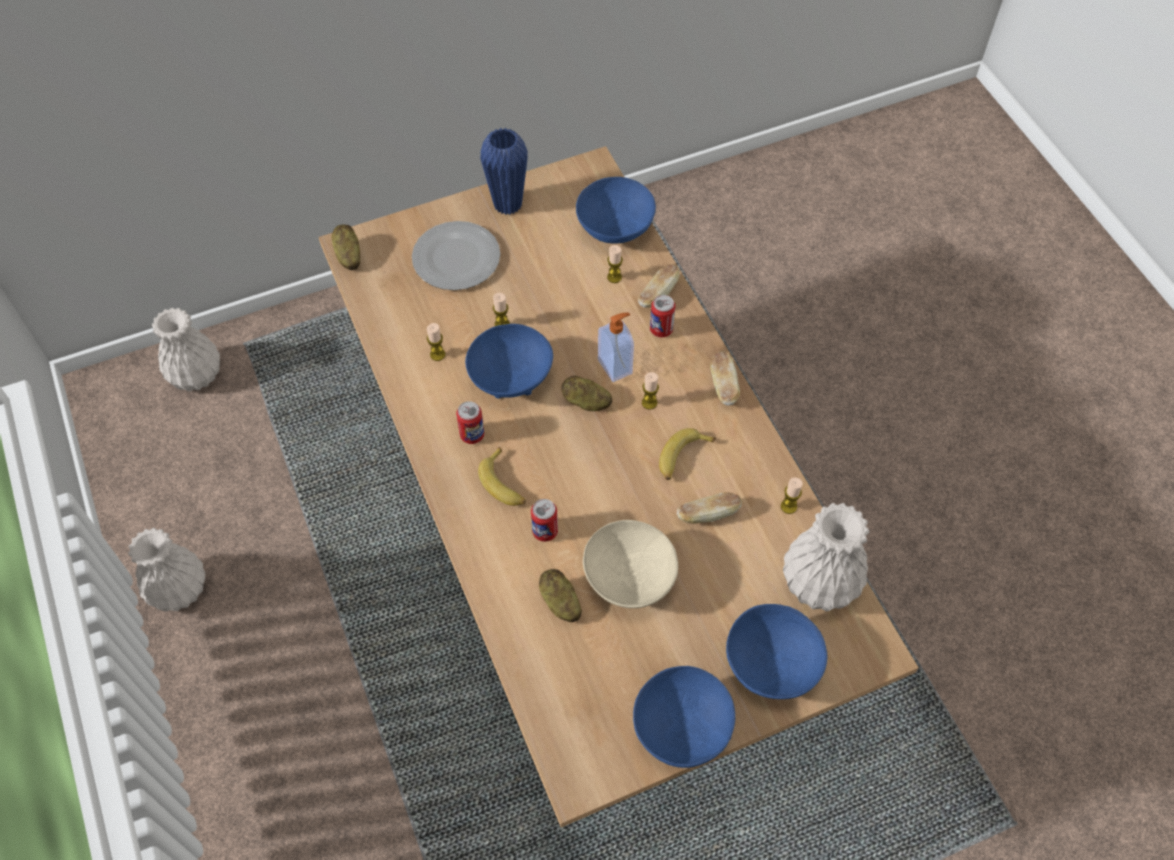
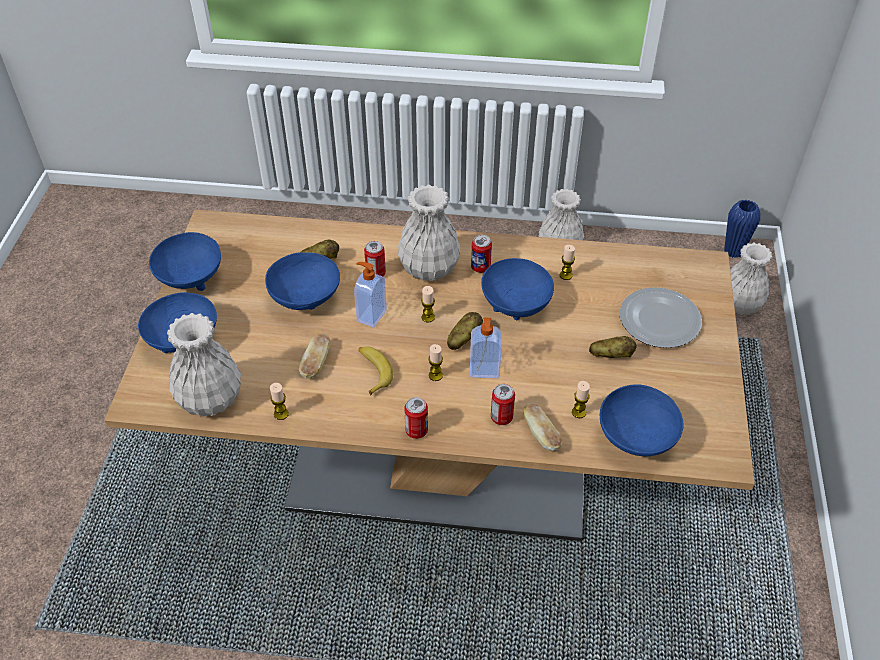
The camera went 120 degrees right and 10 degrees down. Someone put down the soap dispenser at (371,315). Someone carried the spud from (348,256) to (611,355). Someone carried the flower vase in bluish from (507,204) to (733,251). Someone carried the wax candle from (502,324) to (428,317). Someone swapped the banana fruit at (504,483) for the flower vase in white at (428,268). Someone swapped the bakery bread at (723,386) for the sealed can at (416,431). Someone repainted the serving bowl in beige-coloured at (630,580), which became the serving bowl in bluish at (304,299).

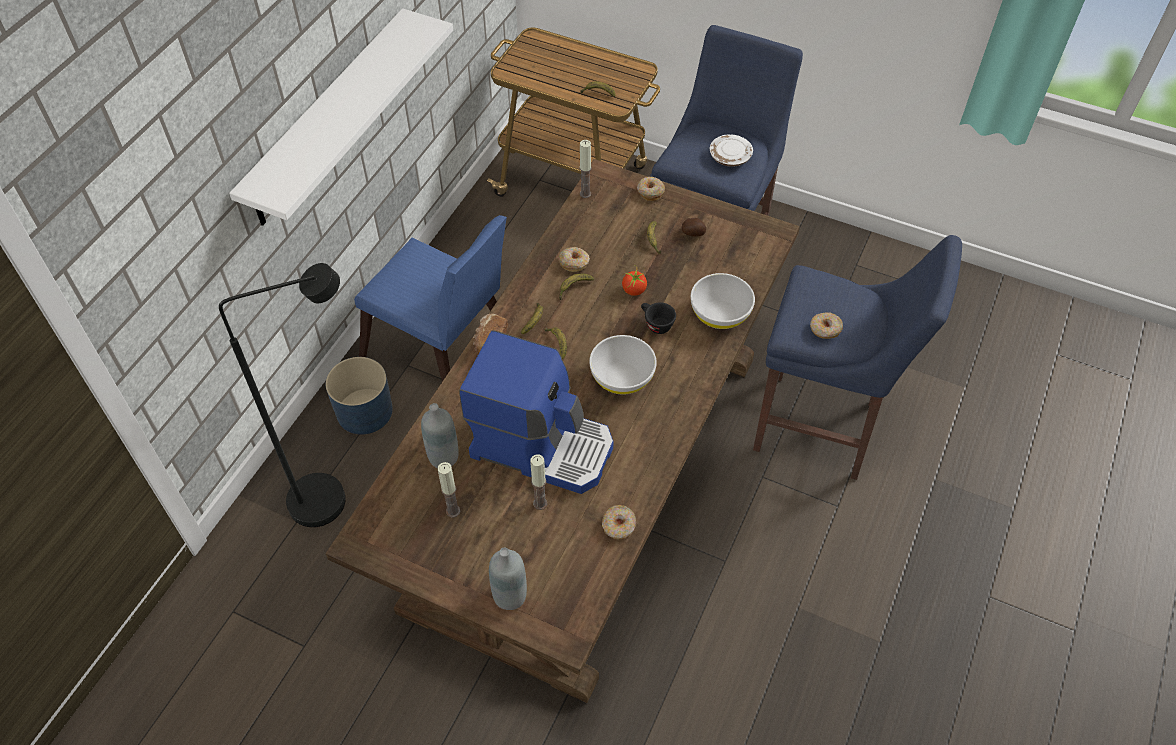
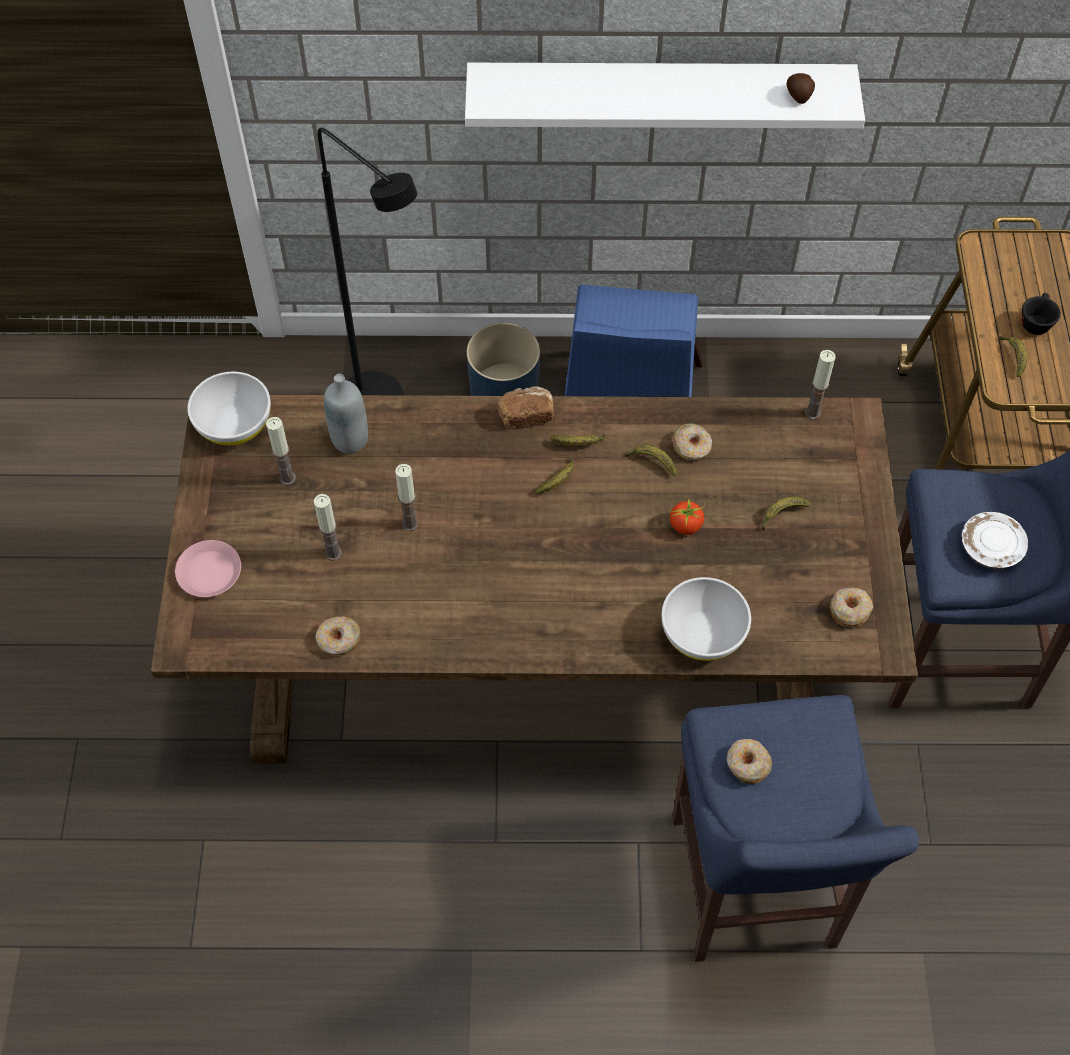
The camera went 65 degrees right and 5 degrees up. Someone carried the serving bowl in white from (621,377) to (234,424). Someone carried the donut from (650,192) to (849,610). Someone carried the drinking cup in blackish from (655,324) to (1035,321). Someone carried the spud from (693,233) to (799,96). Someone swapped the coffee maker at (542,445) for the wax candle at (410,524). Someone swapped the beverage bottle in greyish at (510,596) for the dinner plate in pink-coloured at (209,572).

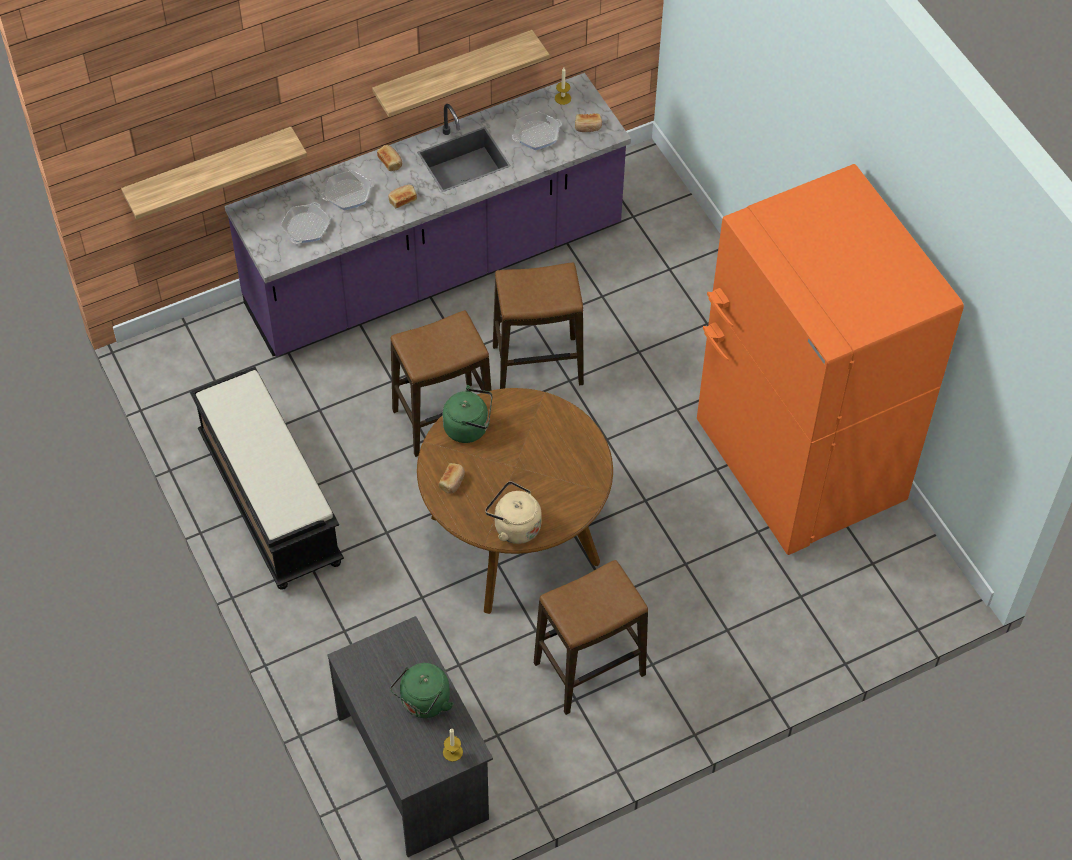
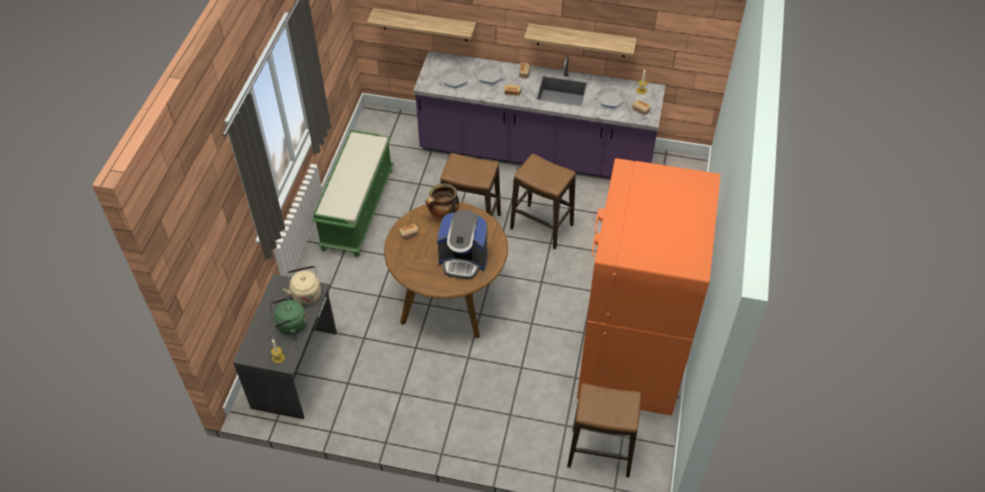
The camera went 40 degrees right and 5 degrees down. Someone put down the coffee maker at (463,260). Someone carried the tea kettle in beige-coloured from (514,526) to (306,293). Someone carried the stool from (589,669) to (600,452). Someone swapped the tea kettle in green at (469,427) for the saucepot at (443,215). Someone repainted the bench in blackish at (268,499), which became the bench in green at (357,208).

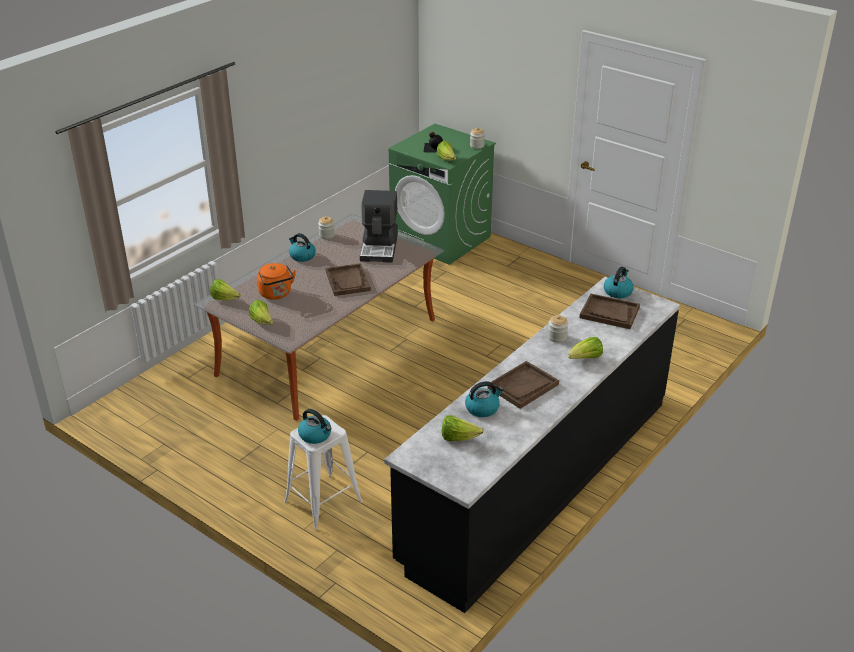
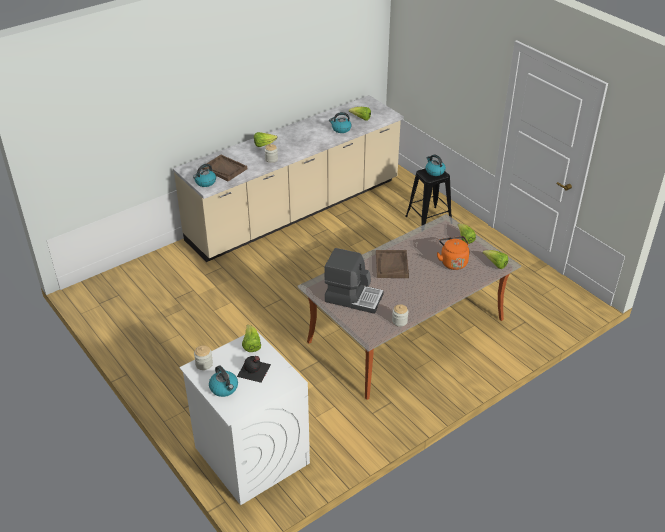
The camera went 165 degrees left and 5 degrees up. Someone took away the serving tray in brown at (523,386). Someone carried the tea kettle from (302,256) to (224,388). Someone repainted the stool in white at (323,502), which became the stool in blackish at (428,220). Someone repainted the kitchen base unit in blackish at (538,479), which became the kitchen base unit in beige-coloured at (295,211). Someone repainted the laundry machine in green at (441,239), which became the laundry machine in white at (251,455). Someone rotated the coffee maker at (380,247) by 90 degrees clockwise.

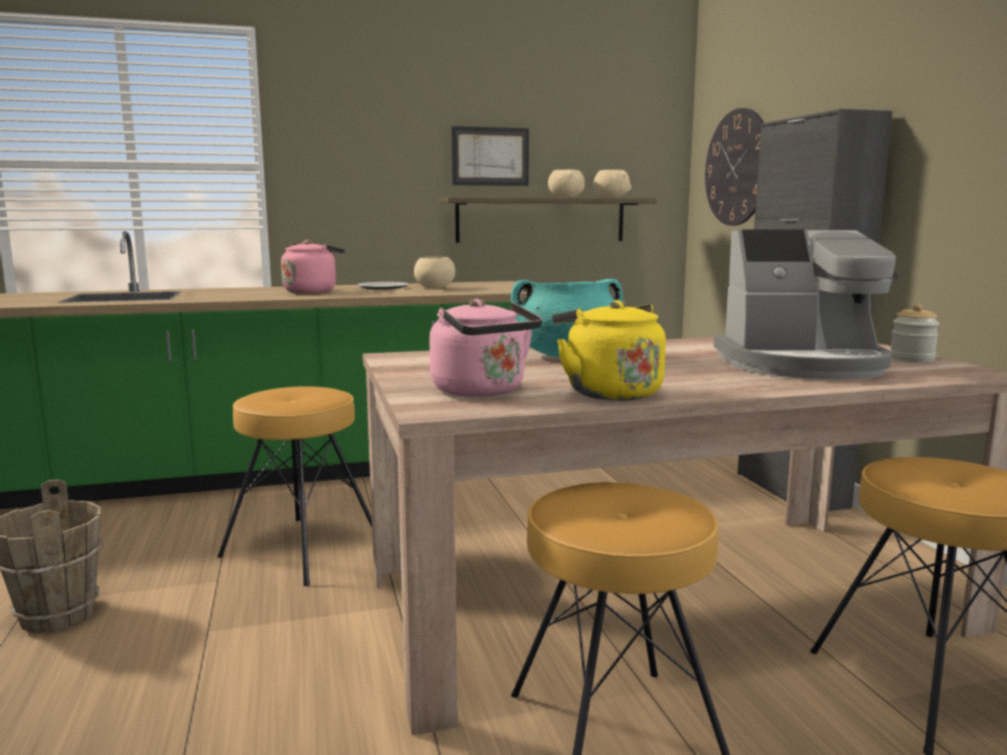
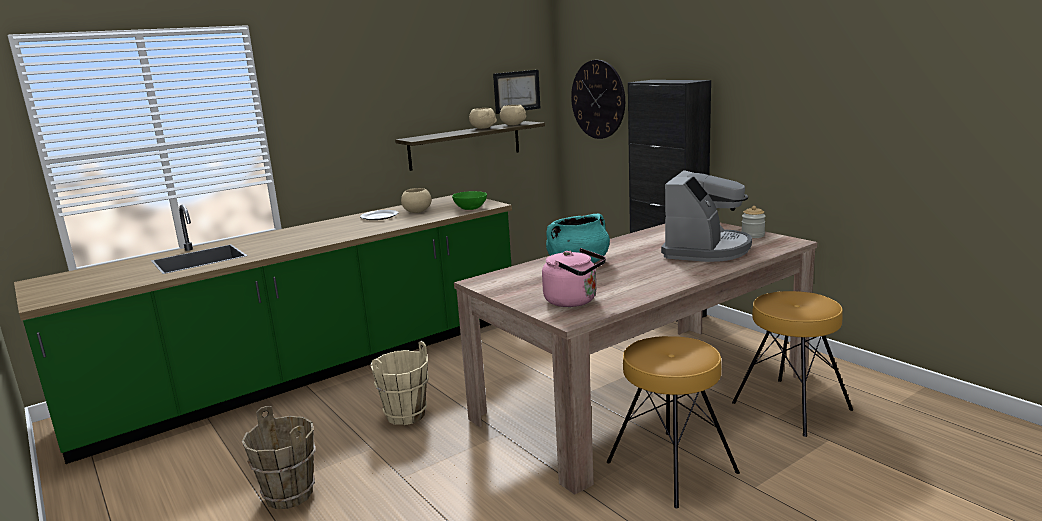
The camera went 20 degrees left and 5 degrees up. Someone took away the tea kettle in pink-coloured at (312,291). Someone took away the tea kettle in yellow at (608,392). Someone put down the serving bowl in green at (470,208). Someone carried the wall art from (490,156) to (516,91). Someone swapped the stool in brown at (302,549) for the pail in beige-coloured at (405,415). Someone rotated the coffee maker at (802,364) by 45 degrees counterclockwise.

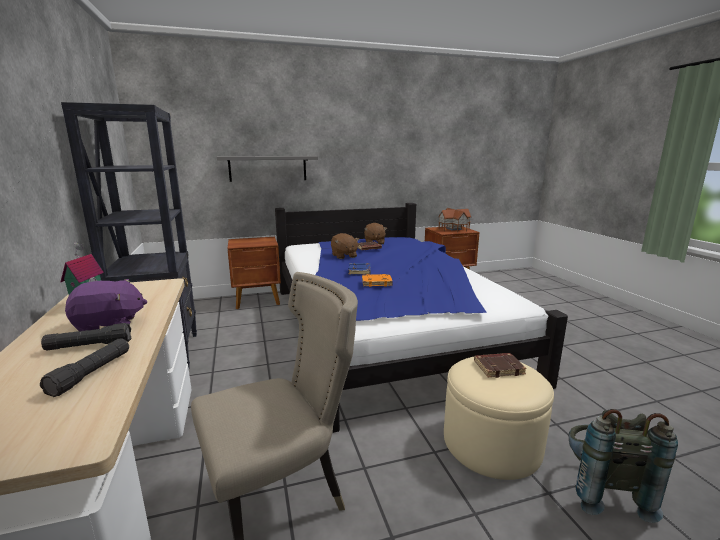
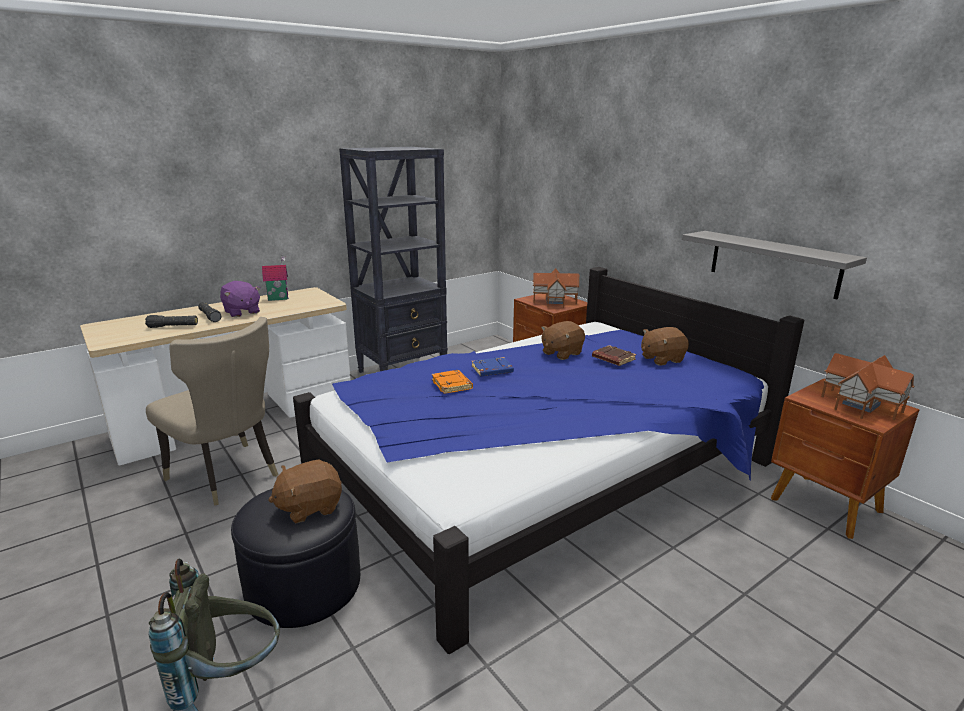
The camera went 70 degrees right and 5 degrees up. Someone put down the miniature house at (555,301). Someone carried the wall shelf in greyish from (268,168) to (773,263). Someone swapped the book in brown at (499,367) for the soft toy in brown at (309,507). Someone repainted the ottoman in beige-coloured at (491,443), which became the ottoman in blackish at (304,585).

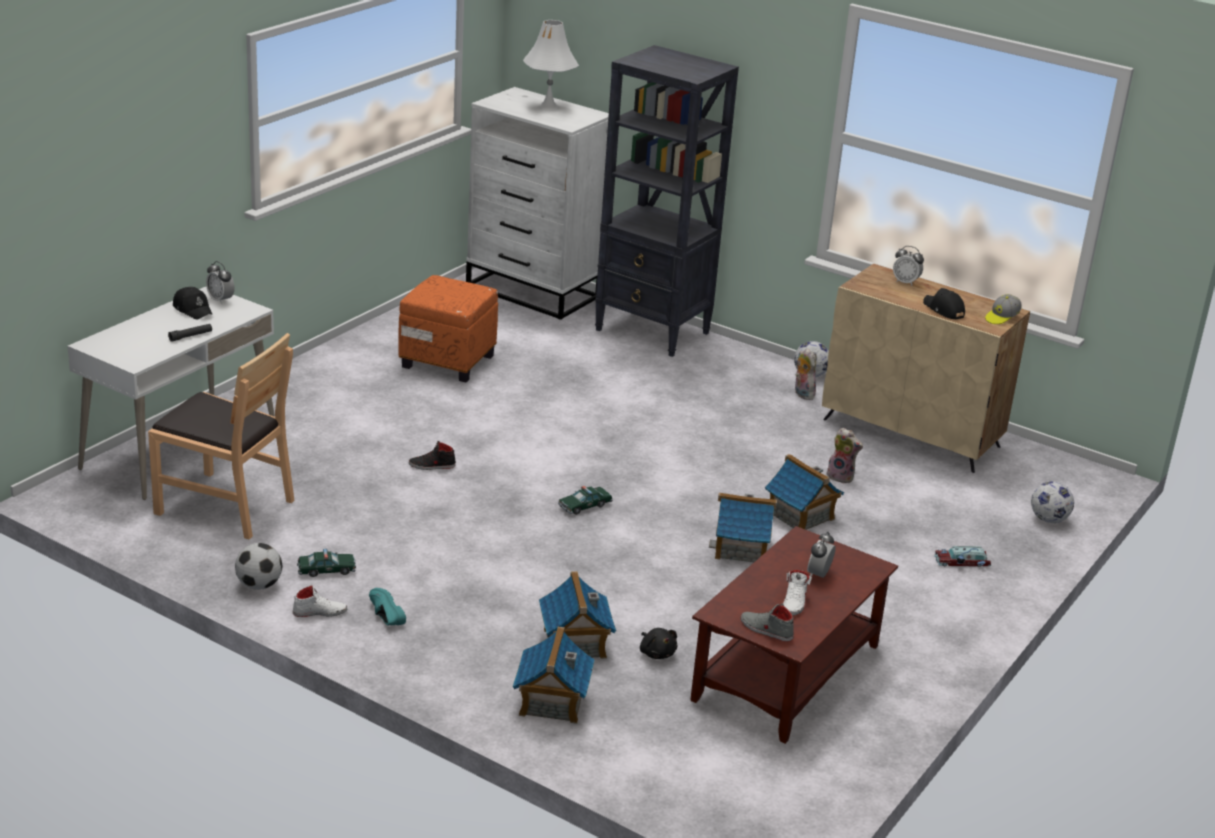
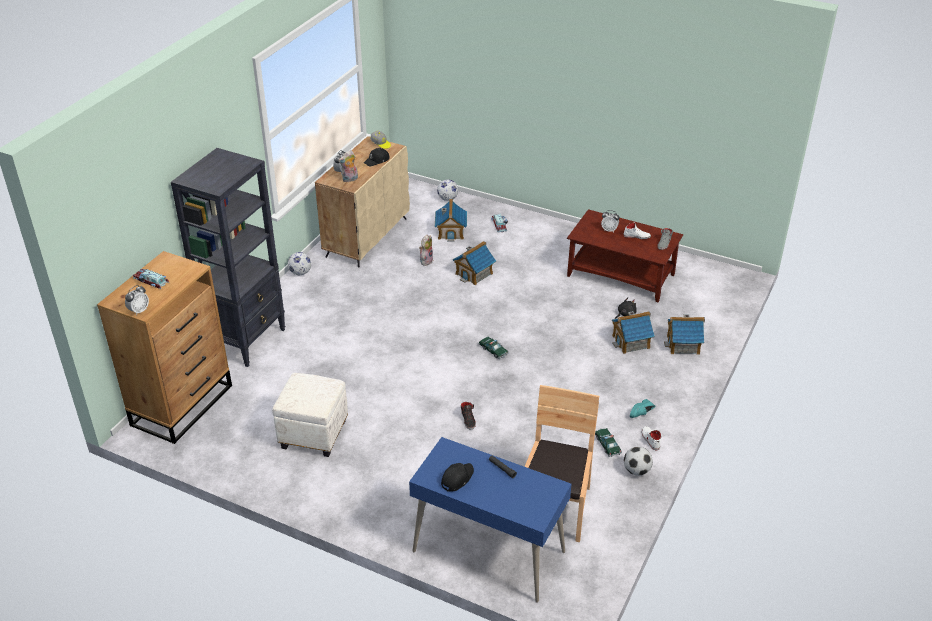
The camera went 95 degrees left and 10 degrees up. Someone carried the bedside clock from (220,300) to (139,311). Someone carried the miniature house from (742,548) to (451,232). Someone carried the soft toy from (802,394) to (350,179). Someone swapped the lamp for a table in white at (548,107) for the model car at (151,281). Someone repainted the desk in white at (179,449), which became the desk in bluish at (488,552). Someone repainted the ottoman in orange-coloured at (446,361), which became the ottoman in white at (314,435). Someone repainted the dresser in white at (533,292), which became the dresser in brown at (183,405).

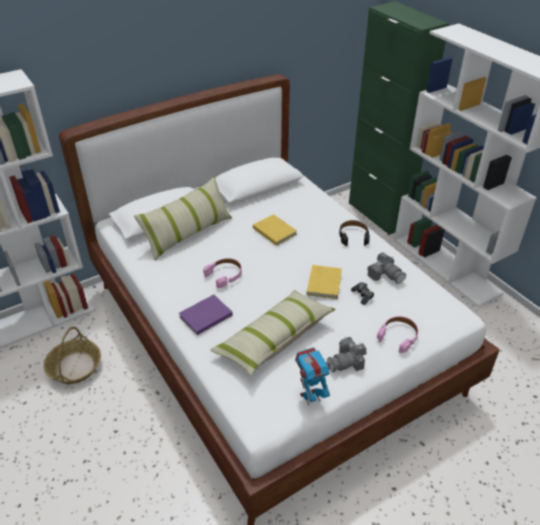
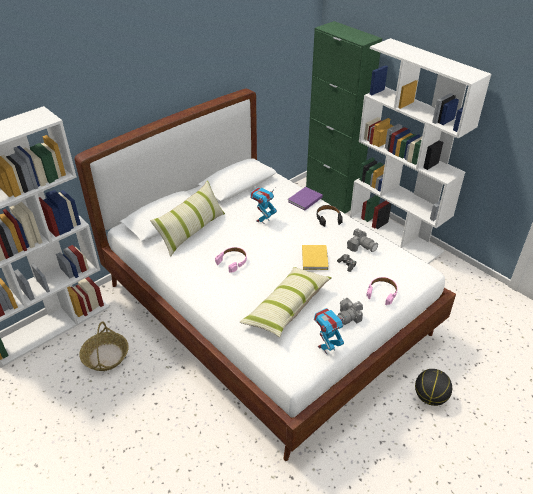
The camera went 10 degrees left and 0 degrees up. Someone put down the basketball ball at (430,397). Someone carried the book in purplish from (204,316) to (304,200). Someone swapped the book in yellow at (274,230) for the toy robot at (263,220).

